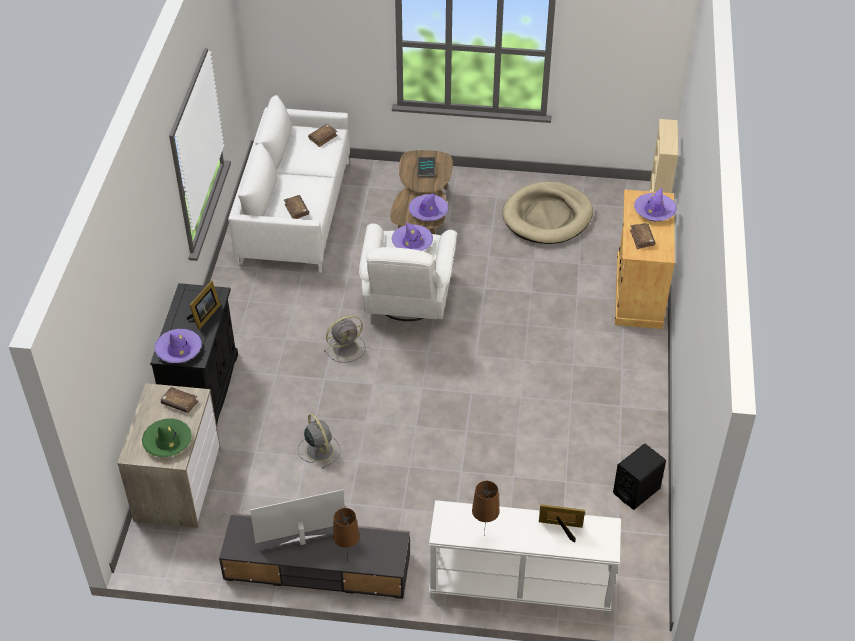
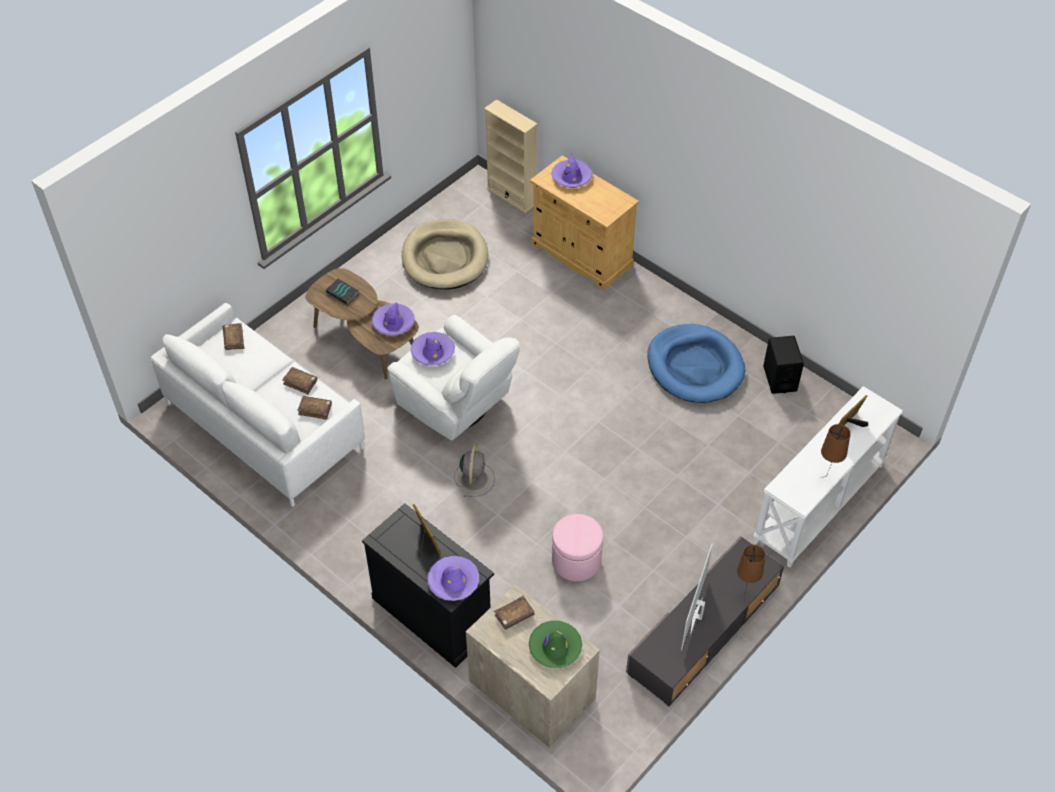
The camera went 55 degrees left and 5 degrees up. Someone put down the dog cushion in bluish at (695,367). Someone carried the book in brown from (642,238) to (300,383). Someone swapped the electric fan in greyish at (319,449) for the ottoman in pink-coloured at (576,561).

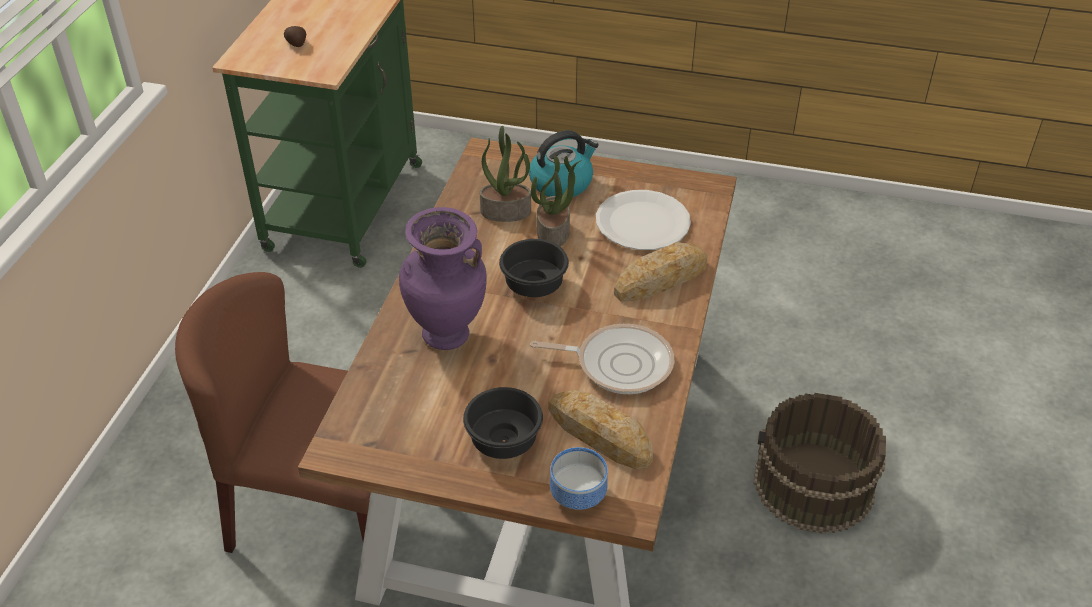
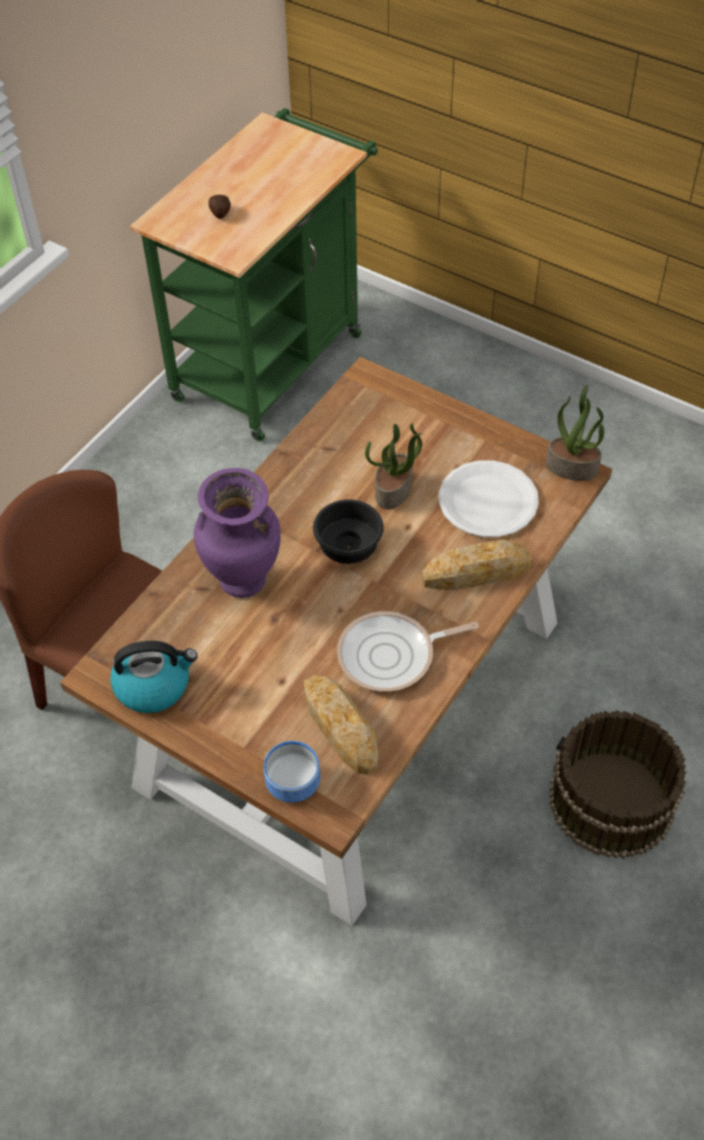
The camera went 20 degrees right and 10 degrees up. Someone took away the serving bowl in blackish at (503,443). Someone carried the potted plant from (506,211) to (572,467). Someone carried the tea kettle from (562,183) to (154,685). Someone rotated the pan at (619,363) by 135 degrees clockwise.

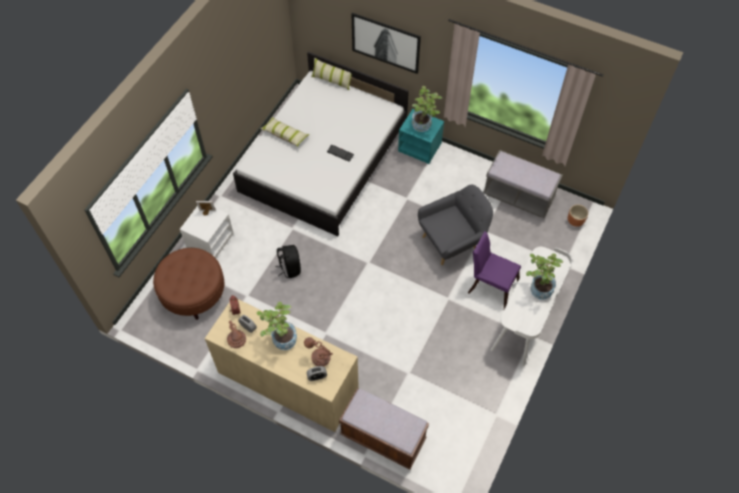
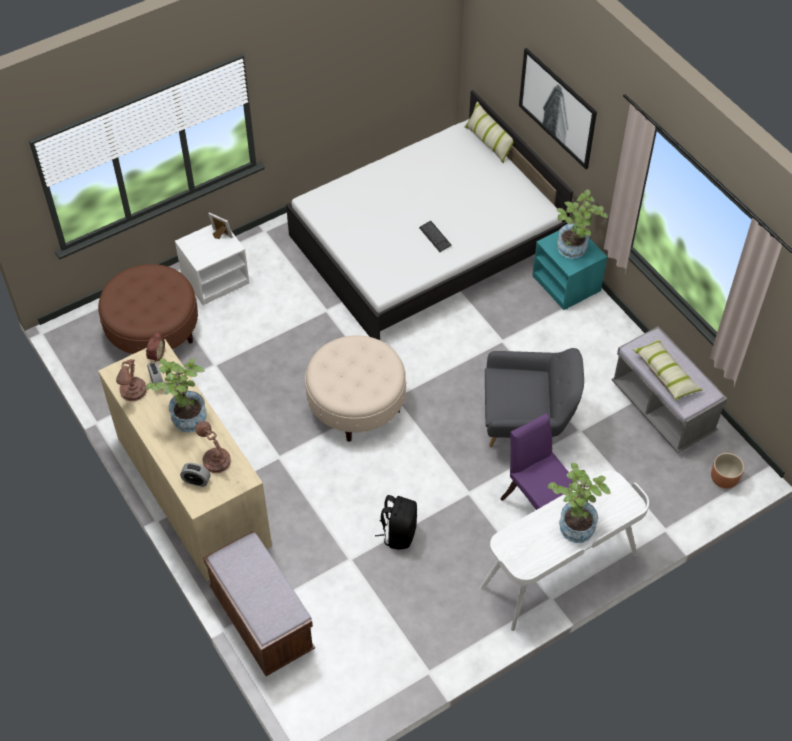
The camera went 30 degrees right and 5 degrees down. Someone put down the ottoman in beige-coloured at (356,405). Someone carried the pillow from (285,135) to (665,374). Someone carried the knapsack in blackish from (290,268) to (398,533).

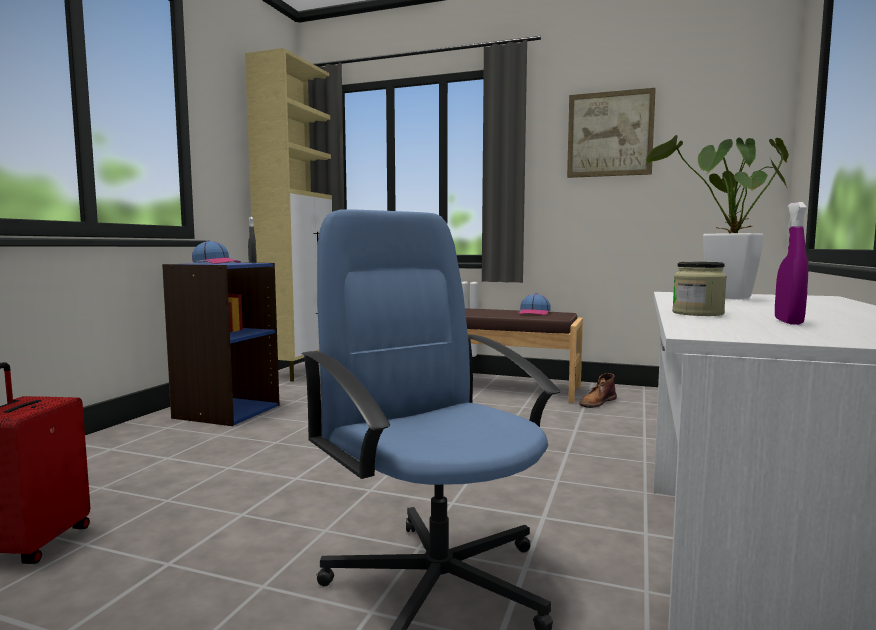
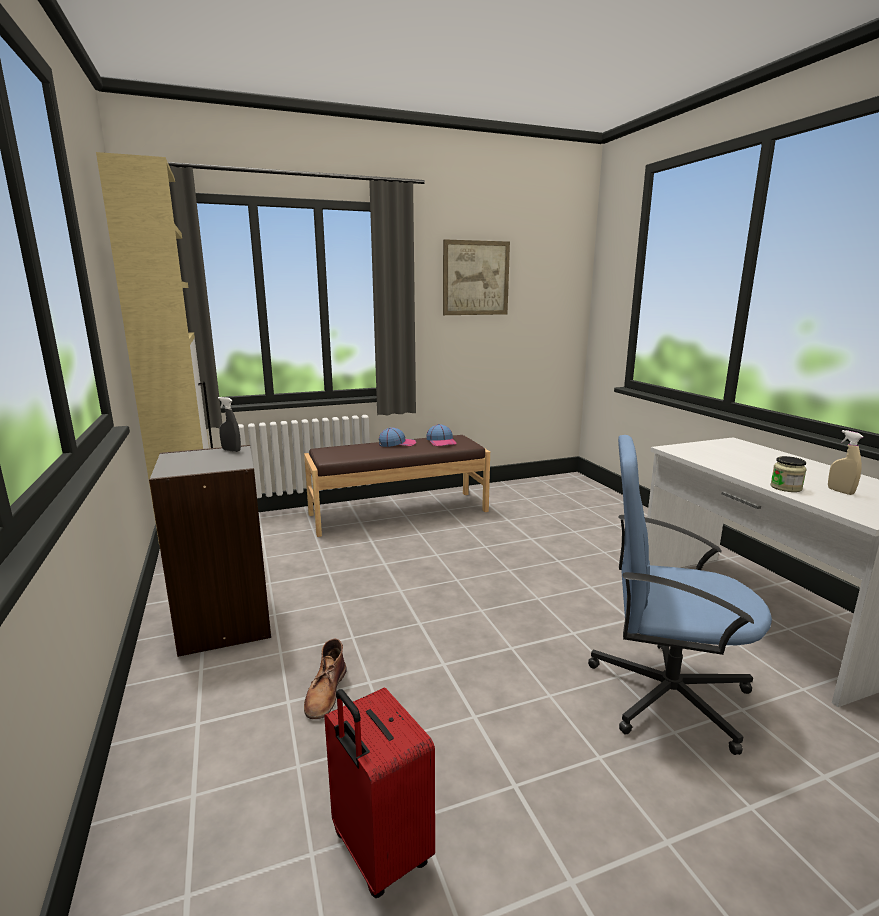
The camera went 40 degrees left and 10 degrees up. Someone took away the potted plant at (725,298). Someone carried the peaked cap from (216,263) to (397,443). Someone carried the tall boot in brown from (597,402) to (325,692). Someone repainted the bookshelf in bluish at (226,411), which became the bookshelf in greyish at (224,622). Someone repainted the hand sprayer in purplish at (788,322), which became the hand sprayer in beige-coloured at (840,491).

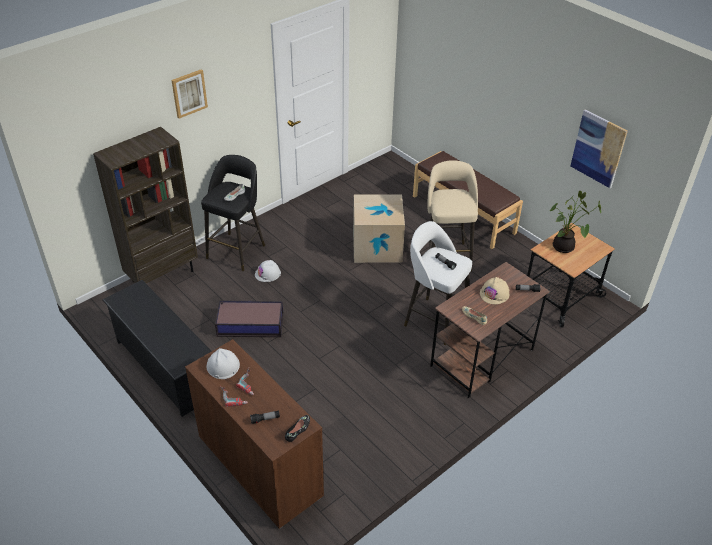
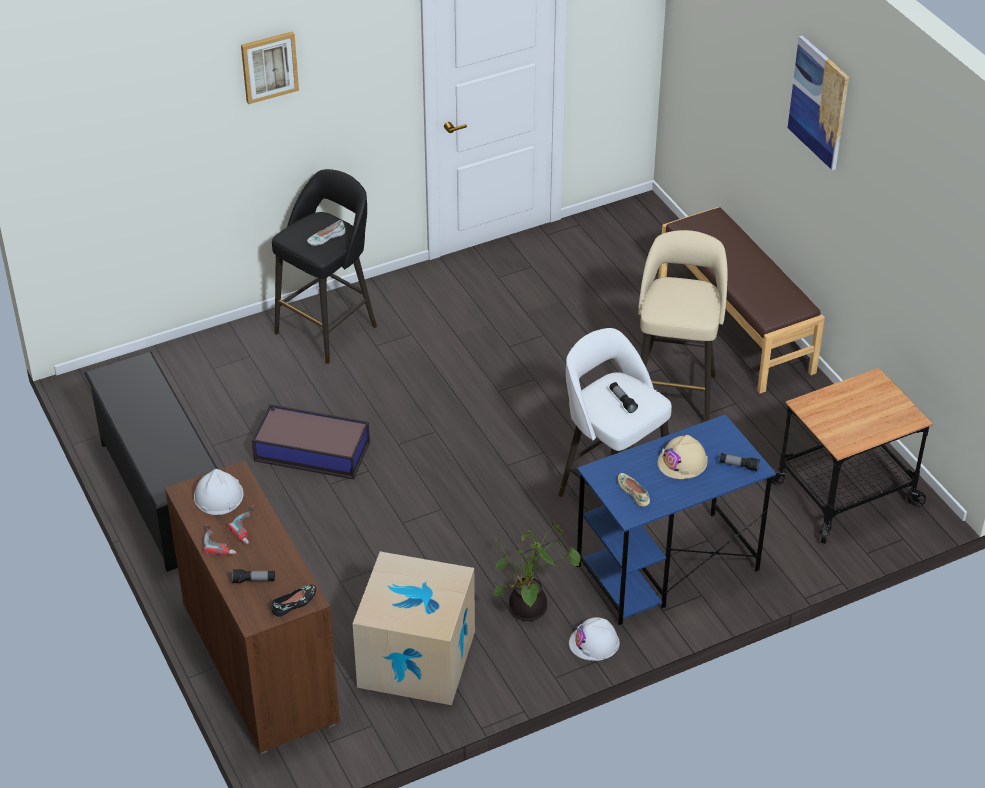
The camera went 15 degrees right and 0 degrees up. Someone took away the bookshelf in brown at (163,275). Someone carried the hard hat in white from (268,273) to (594,643). Someone carried the packing box from (377,246) to (416,659). Someone carried the potted plant from (564,248) to (529,611). Someone carried the wall art from (598,148) to (819,102). Someone repainted the desk in brown at (481,358), which became the desk in bluish at (666,568).

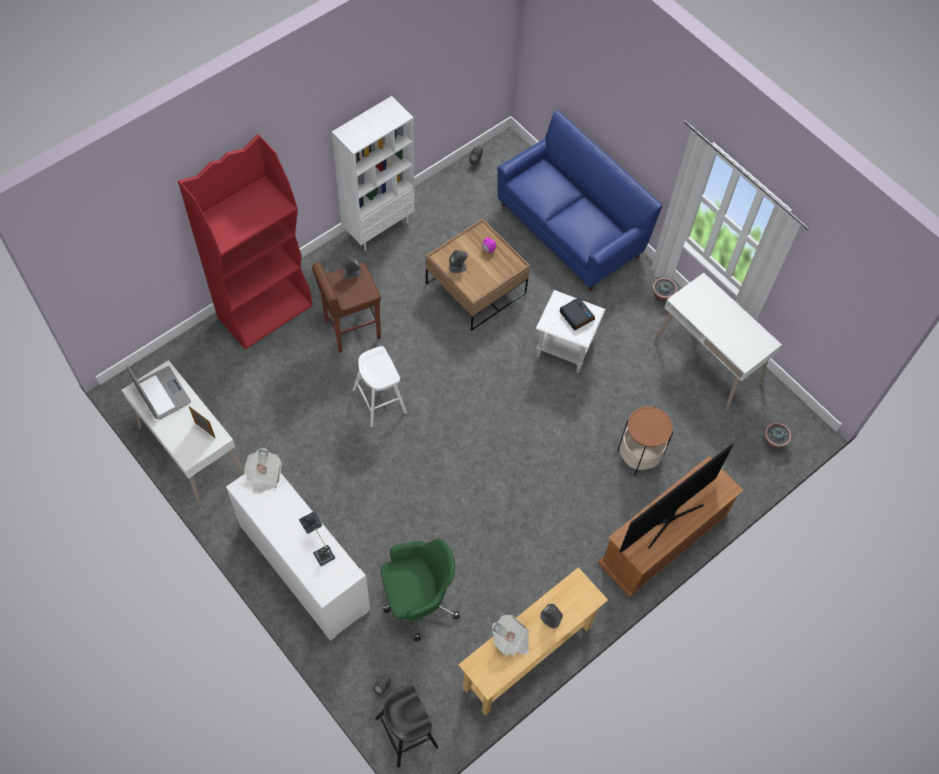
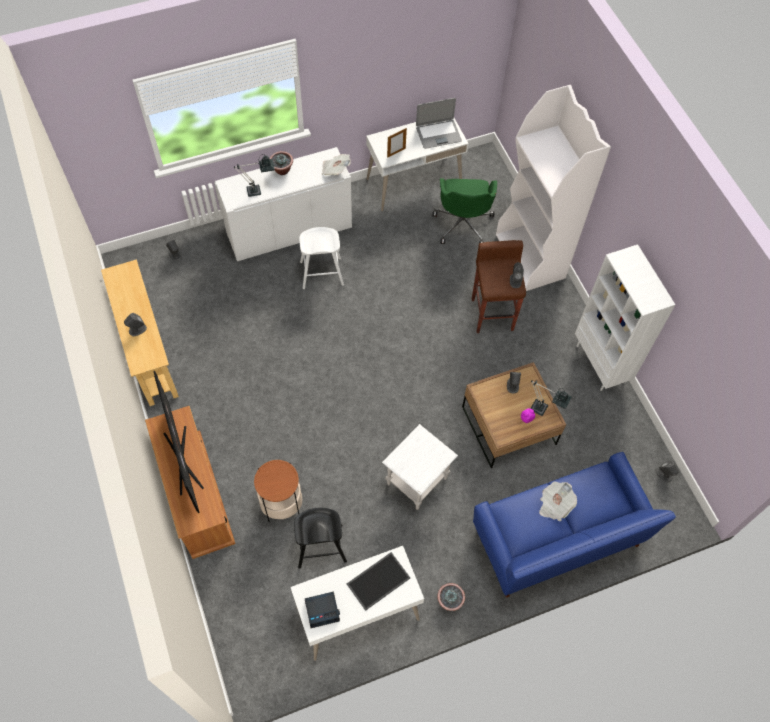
The camera went 110 degrees right and 0 degrees up. Someone put down the serving tray at (378,580). Someone put down the lamp for a table at (542,410). Someone carried the stool in white from (379,401) to (321,273). Someone carried the stool in blackish from (406,732) to (320,546). Someone carried the computer chair in green from (418,600) to (463,223). Someone carried the printed paper from (511,640) to (554,504). Someone carried the bedside clock from (576,316) to (322,610). Someone carried the potted plant from (774,441) to (282,170). Someone repainted the bookshelf in red at (265,310), which became the bookshelf in white at (530,257).

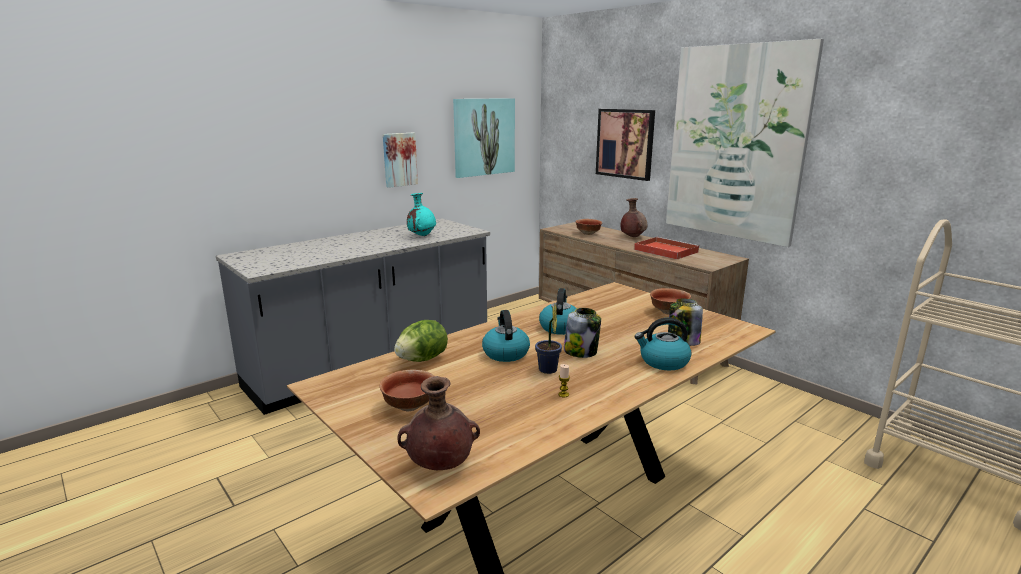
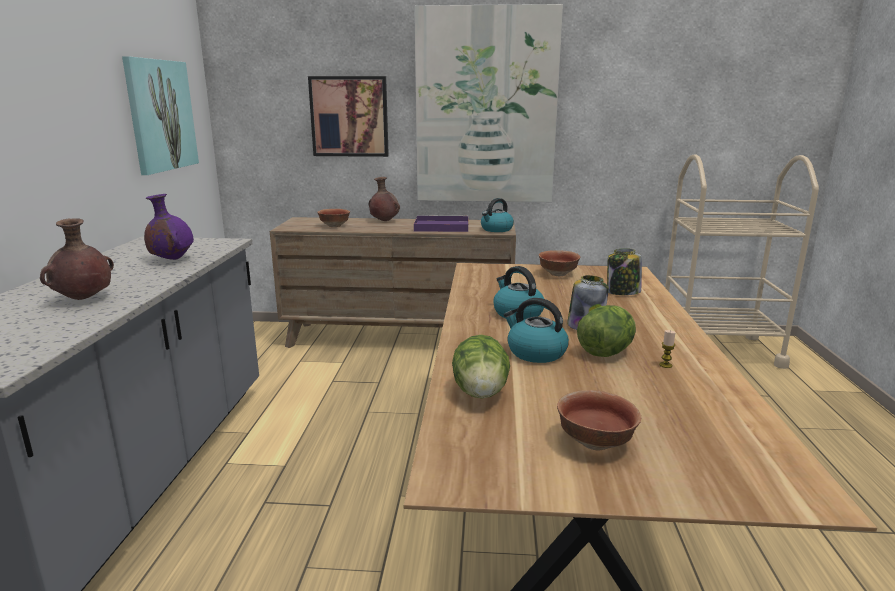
The camera went 45 degrees left and 0 degrees up. Someone took away the wall art at (399,159). Someone carried the flower vase in brown from (439,465) to (83,300). Someone carried the tea kettle from (663,362) to (496,229). Someone swapped the potted plant at (548,371) for the lettuce at (606,352). Someone repainted the flower vase in blue-green at (422,236), which became the flower vase in purplish at (172,260). Someone repainted the serving tray in red at (664,250), which became the serving tray in purplish at (440,227).

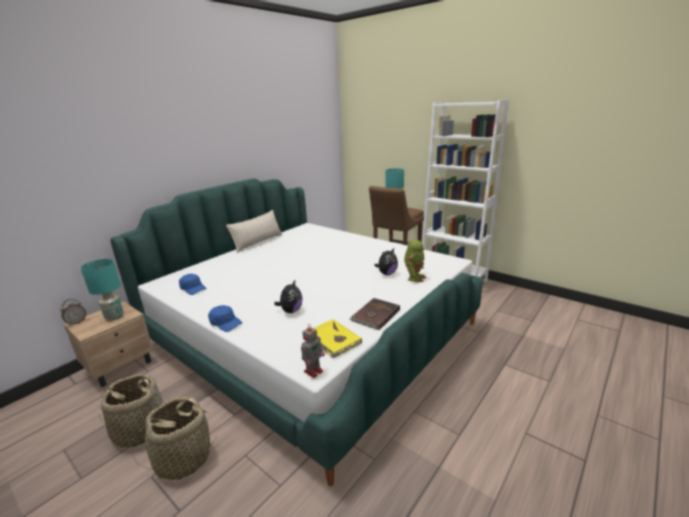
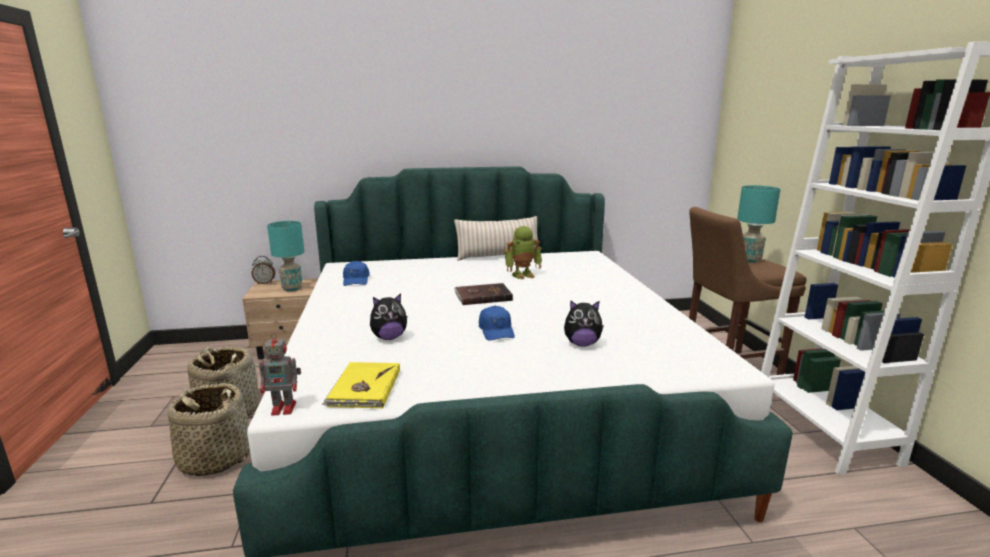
The camera went 40 degrees right and 5 degrees down. Someone carried the peaked cap in bluish from (225,323) to (496,331). Someone carried the book in brown from (375,315) to (482,296). Someone carried the toy robot from (414,277) to (523,274).

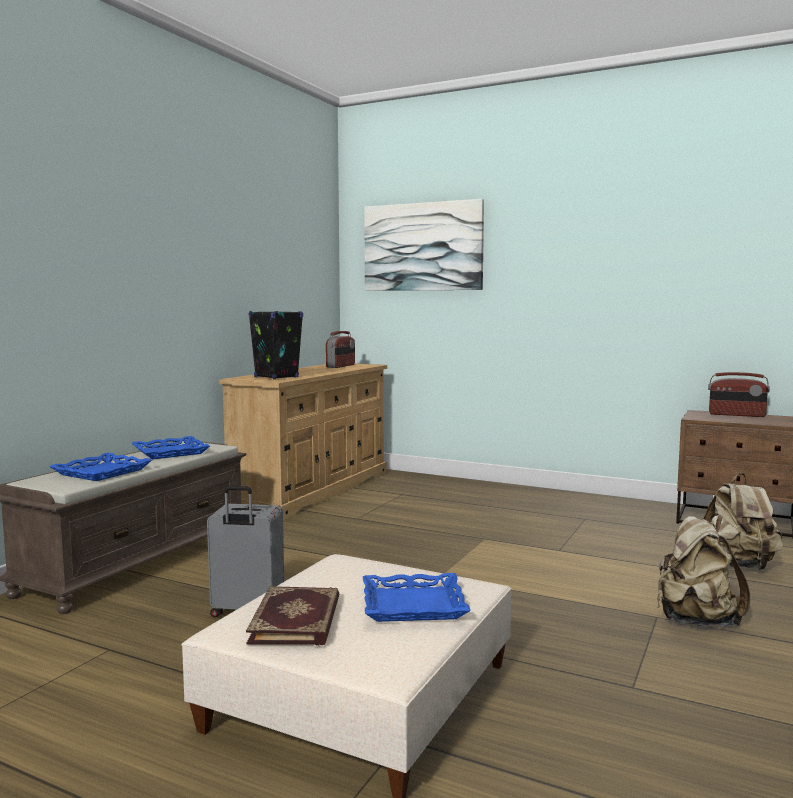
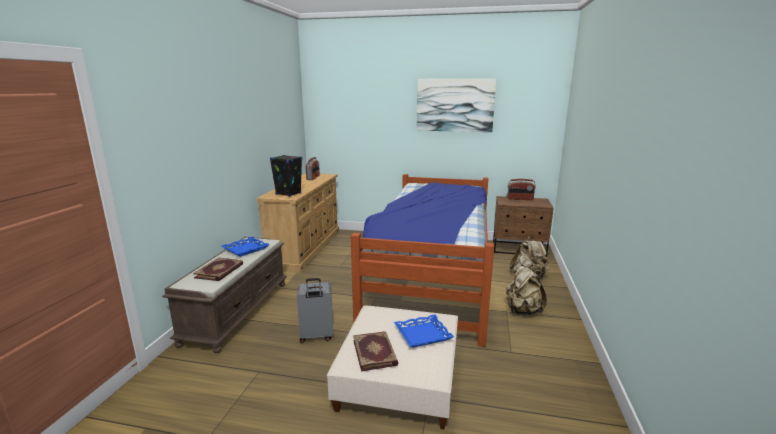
The camera went 15 degrees left and 10 degrees up. Someone put down the bedroom bed at (431,276). Someone carried the wall art from (422,247) to (455,105). Someone swapped the serving tray in bluish at (102,472) for the book at (220,271).

